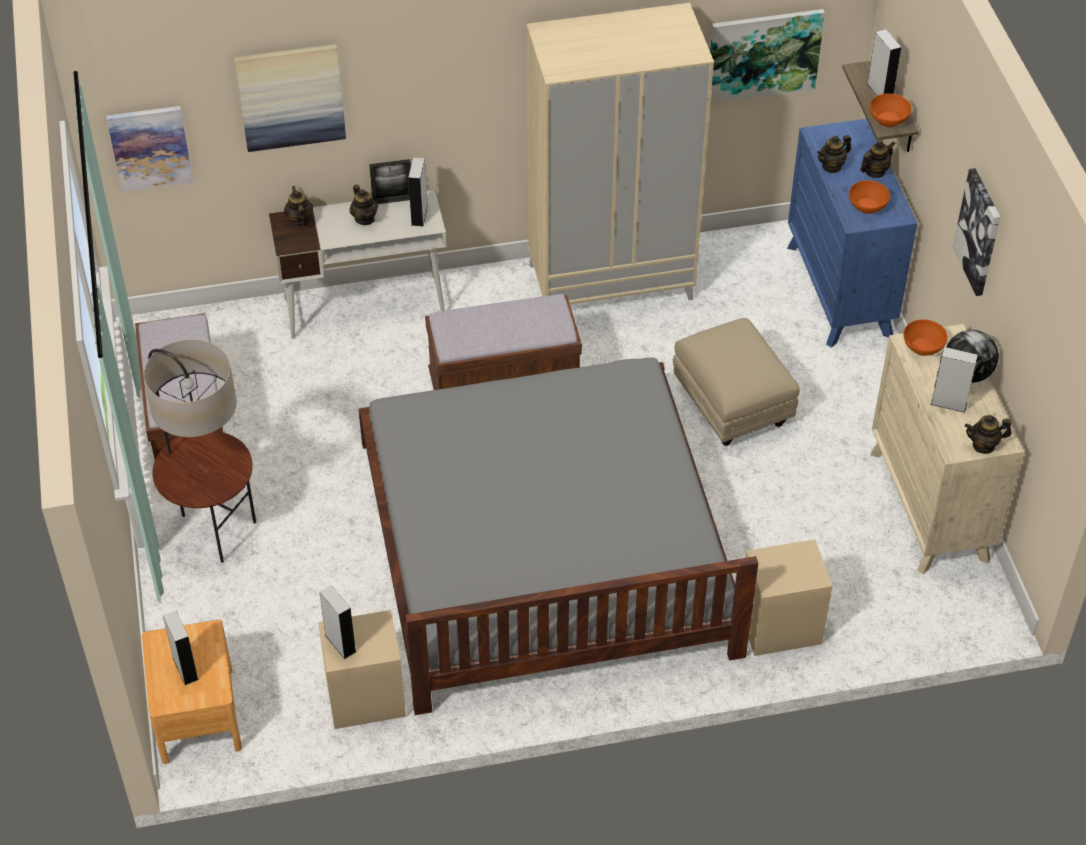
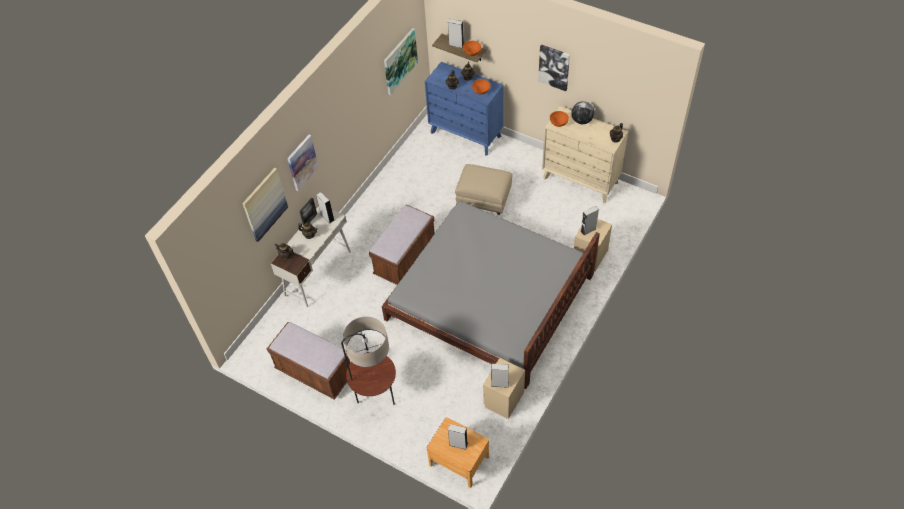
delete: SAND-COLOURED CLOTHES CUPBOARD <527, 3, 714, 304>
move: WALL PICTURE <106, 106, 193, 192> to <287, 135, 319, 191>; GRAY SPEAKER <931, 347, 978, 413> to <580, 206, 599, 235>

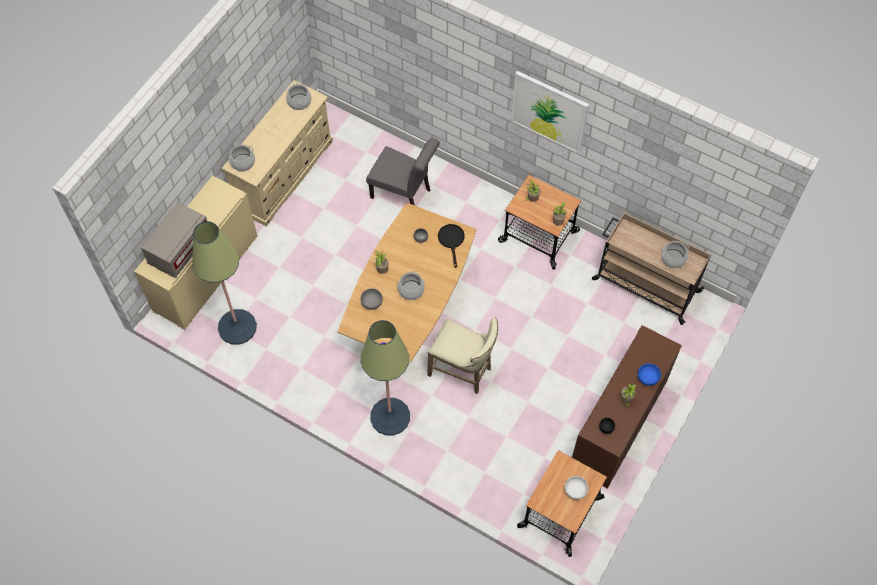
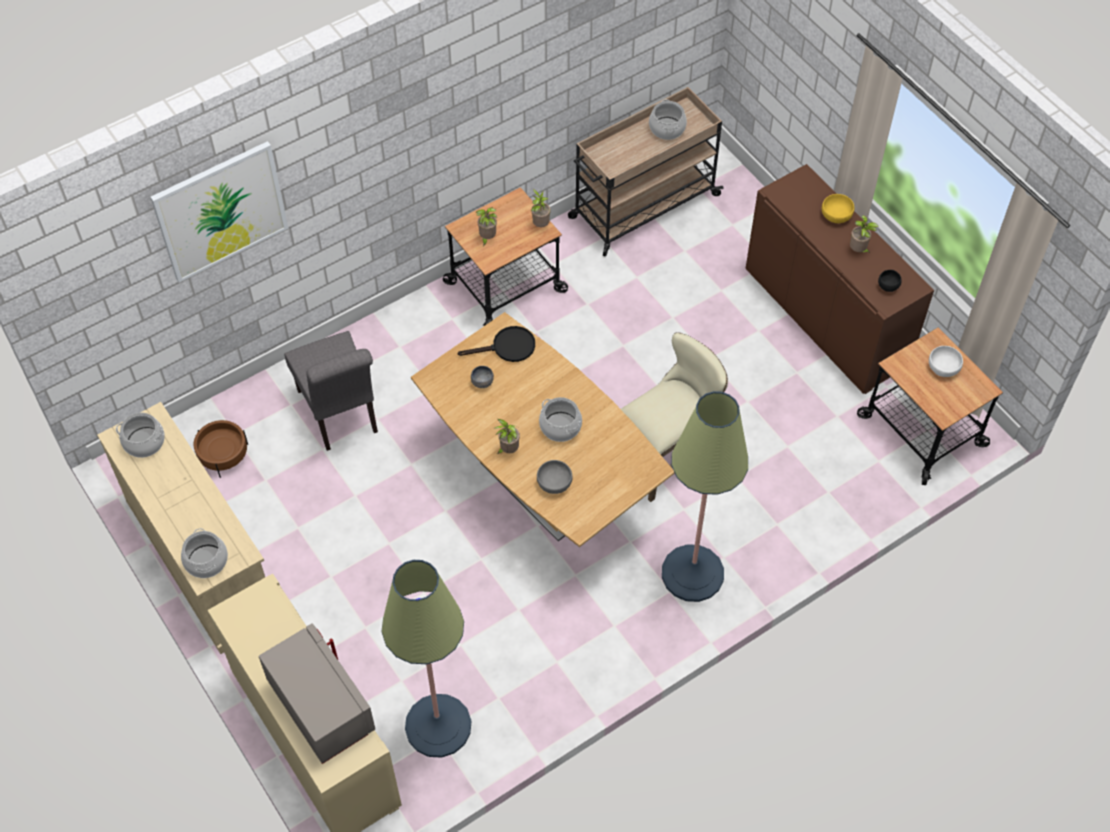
insert: BROWNISH PLANTER <194, 420, 248, 478>
move: WALL PICTURE <511, 71, 589, 154> to <150, 141, 289, 283>
recolor: BLUE DEEP DISH <638, 363, 661, 386> to YELLOW-COLOURED DEEP DISH <822, 194, 854, 223>
rotate: GRAY CHAIR <366, 138, 440, 205> = <284, 331, 378, 451> 105 degrees clockwise; BLACK SKILLET <438, 224, 464, 268> = <458, 326, 535, 362> 150 degrees clockwise

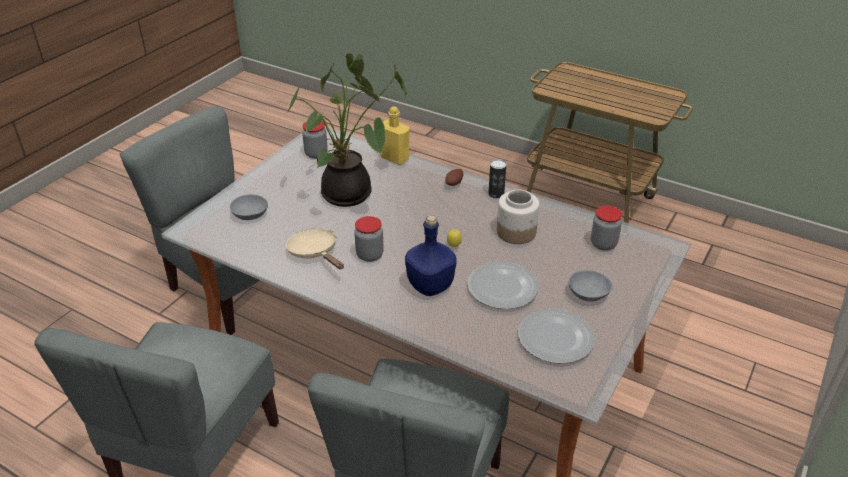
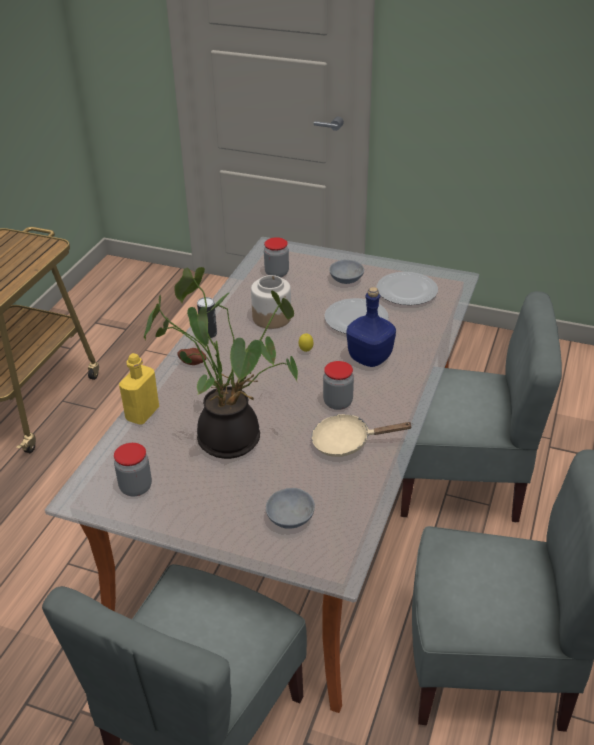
rotate: SAND-COLOURED SKILLET <286, 228, 344, 269> = <311, 414, 413, 457> 45 degrees clockwise

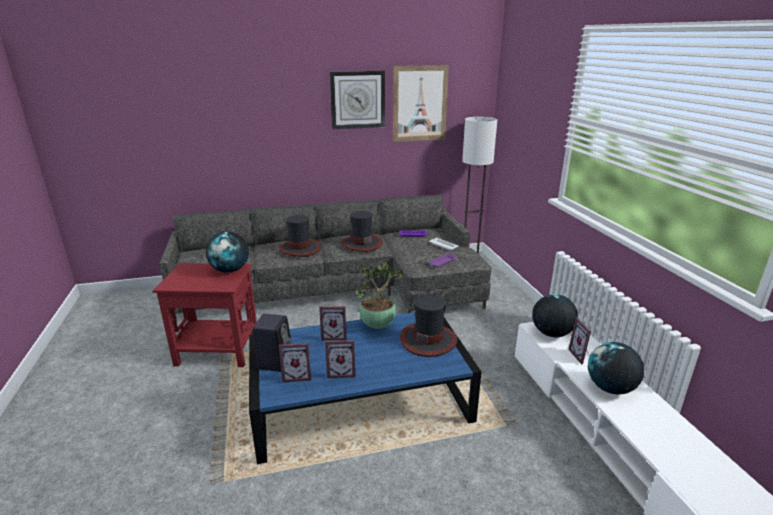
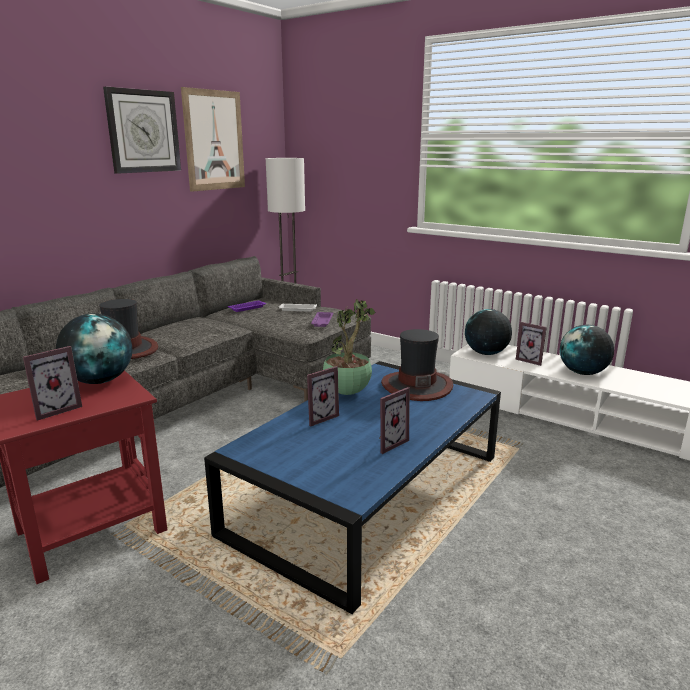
delete: WEARABLE HAT <341, 211, 382, 252>; BLACK SPEAKER <253, 314, 292, 372>
move: PHOTO FRAME <279, 343, 311, 383> to <23, 346, 82, 421>

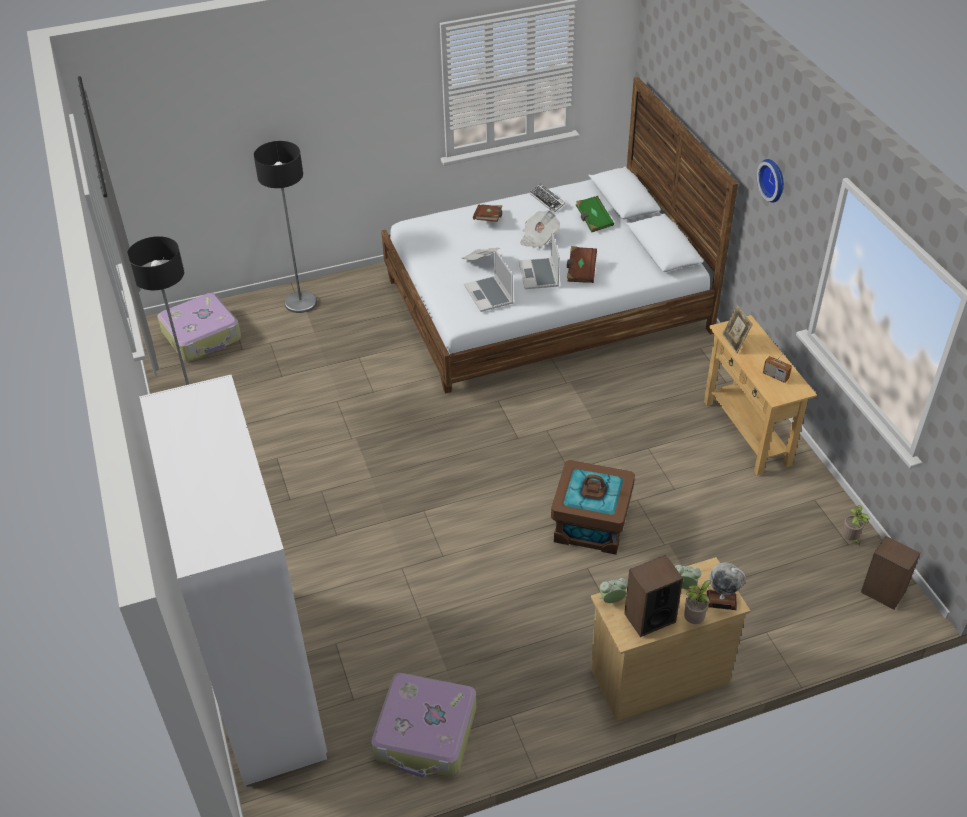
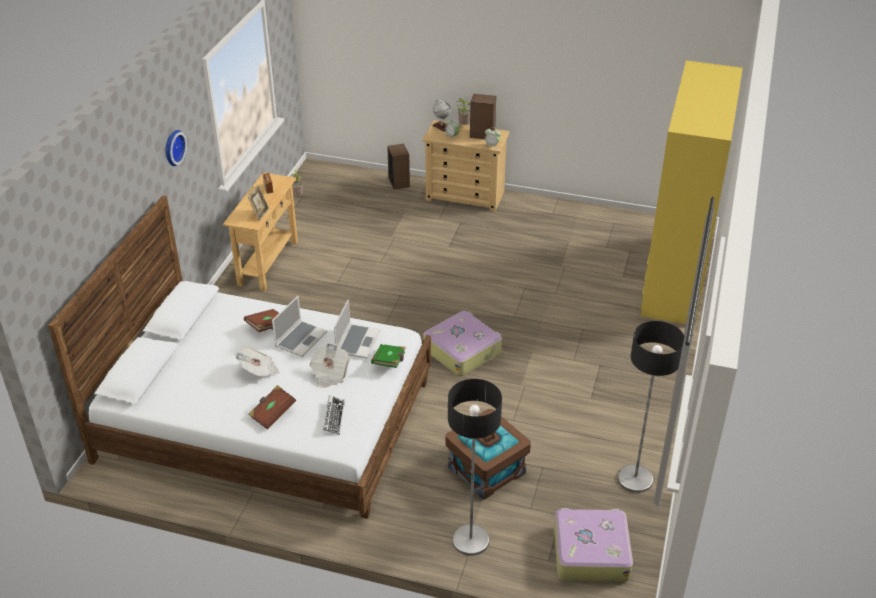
move: KEYBOARD <529, 183, 566, 212> to <323, 395, 345, 435>; GREEN BOOK <576, 196, 614, 232> to <371, 344, 406, 368>; BROWNISH STORAGE BOX <551, 460, 635, 555> to <445, 409, 531, 500>; SPEAKER <861, 536, 920, 610> to <387, 144, 410, 190>; TRAVEL CASE <371, 673, 476, 777> to <423, 311, 502, 376>
recolor: WHITE-COLOURED CLOTHES CUPBOARD <139, 375, 327, 786> to YELLOW-COLOURED CLOTHES CUPBOARD <641, 61, 743, 324>

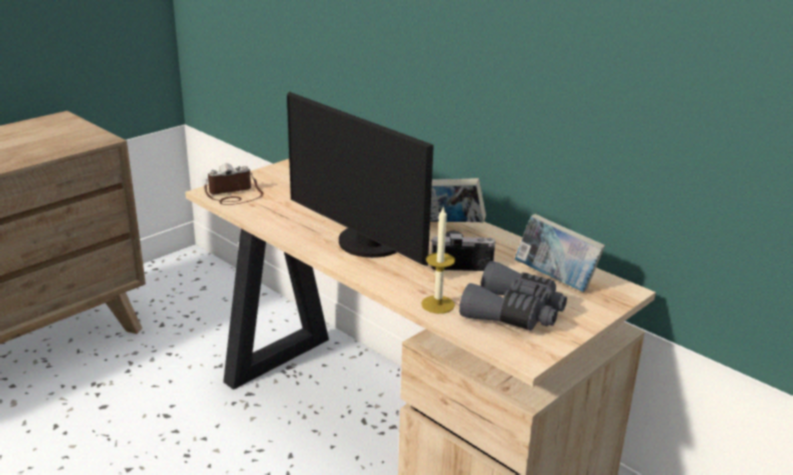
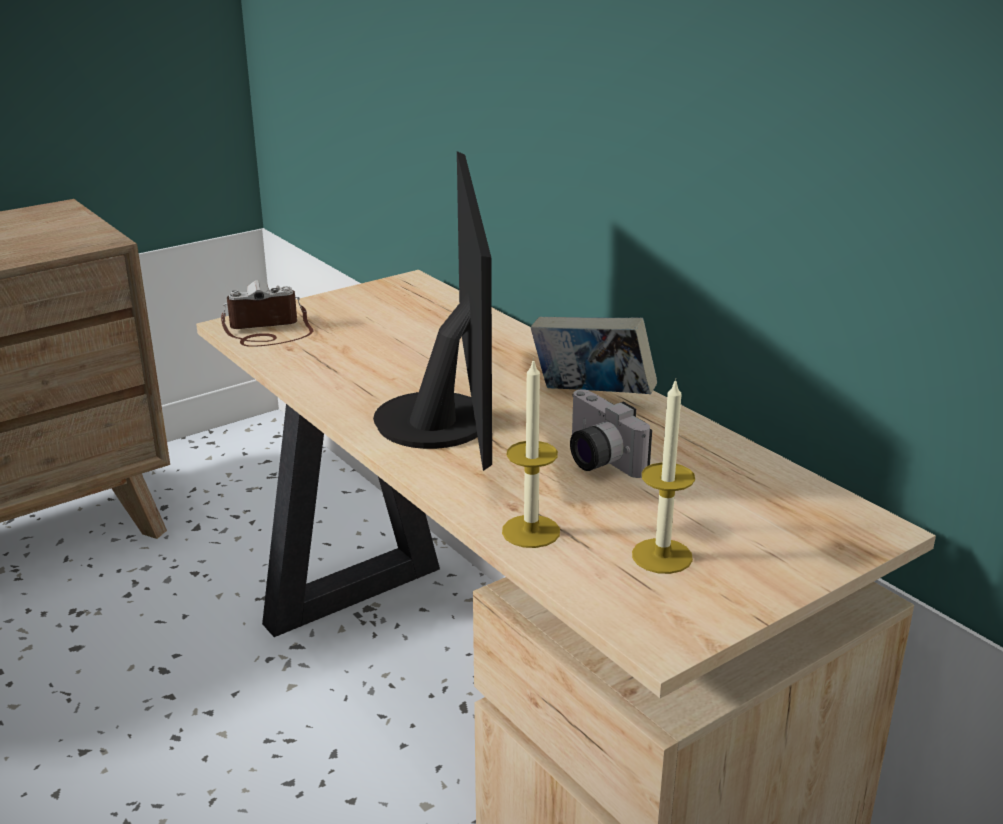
delete: BOOK <515, 214, 605, 292>
replace: GRAY FIELD GLASSES <459, 261, 567, 330> to WAX CANDLE <632, 378, 695, 574>
rotate: COMPUTER DISPLAY <287, 92, 434, 266> = <373, 151, 492, 471> 150 degrees counterclockwise; PHOTO CAMERA <431, 231, 496, 271> = <570, 389, 652, 478> 135 degrees counterclockwise

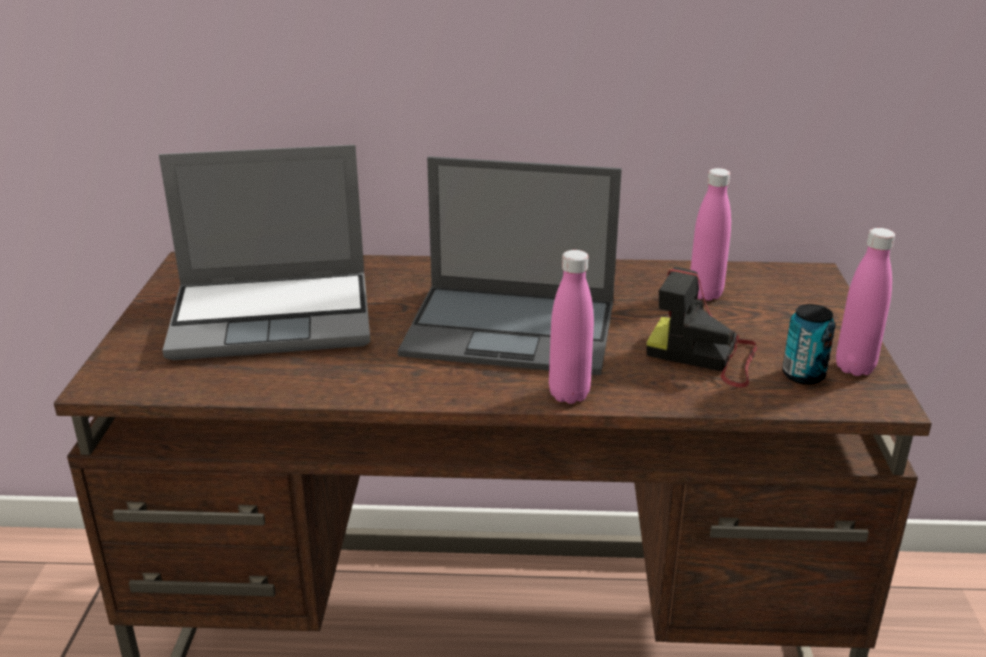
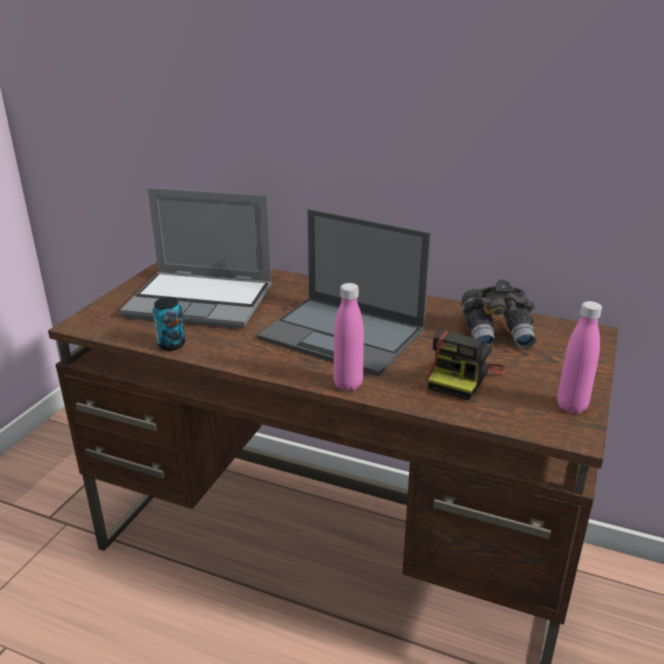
move: METAL CAN <782, 304, 835, 385> to <152, 297, 185, 351>
replace: PINK DRINK BOTTLE <690, 168, 731, 301> to GRAY FIELD GLASSES <461, 280, 536, 348>
rotate: PHOTO CAMERA <646, 266, 757, 388> = <427, 330, 506, 400> 105 degrees counterclockwise

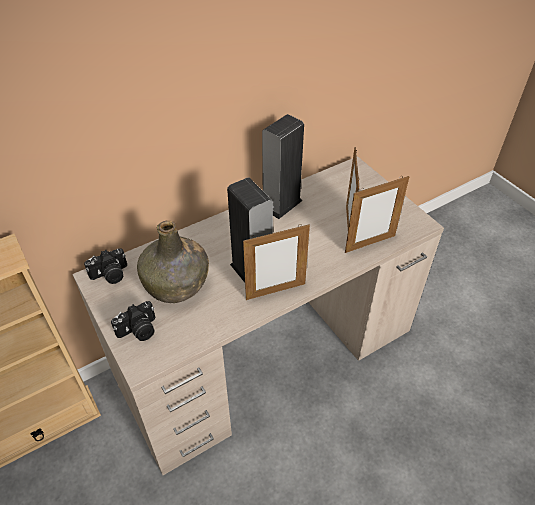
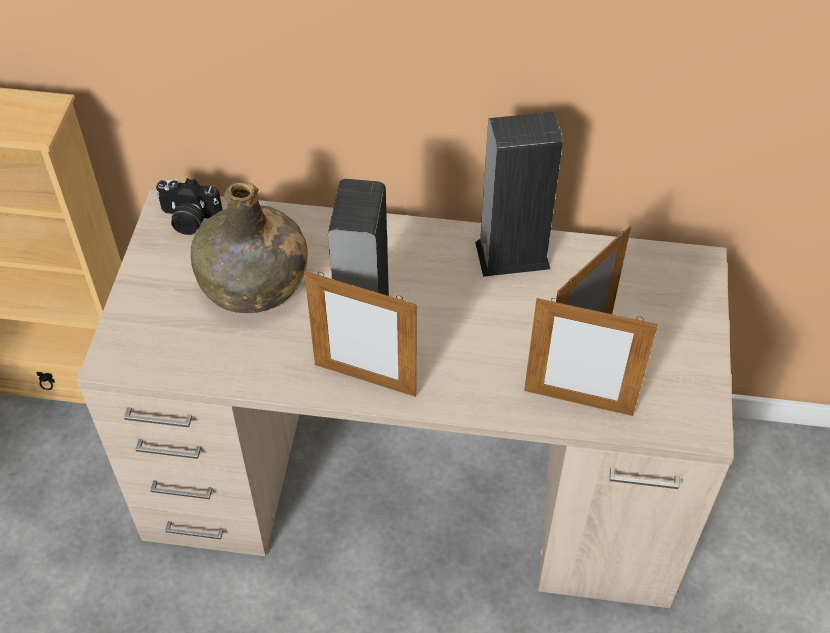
delete: PHOTO CAMERA <111, 301, 155, 341>

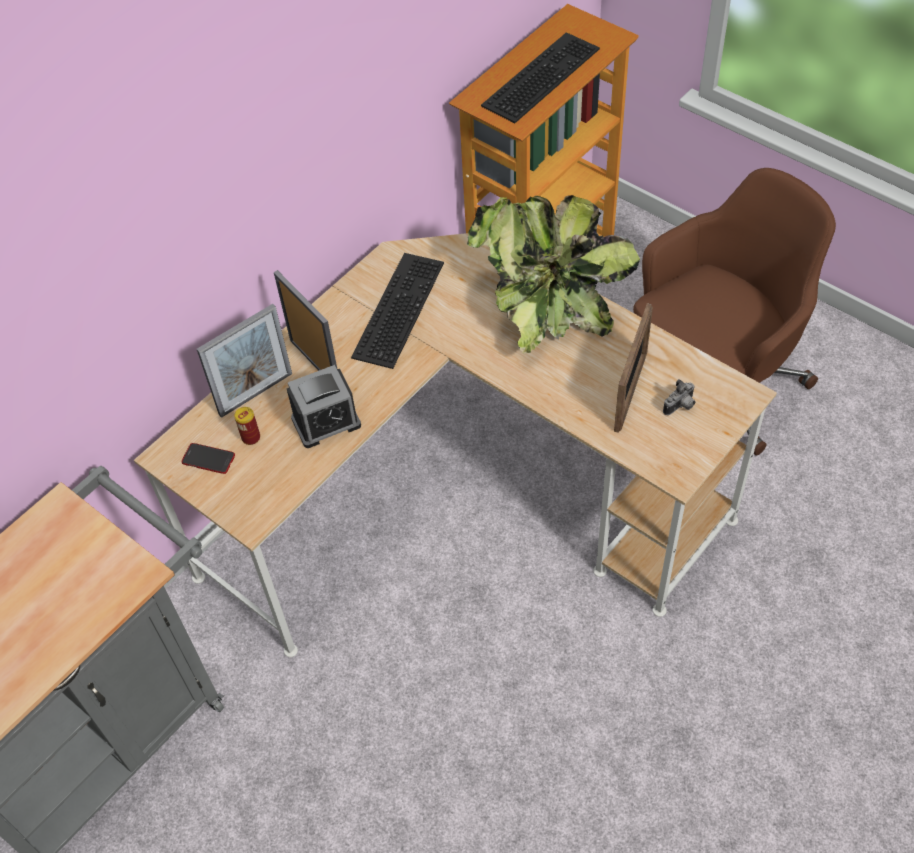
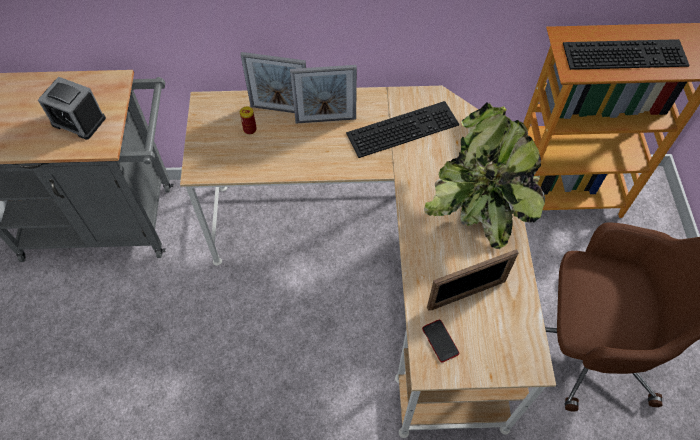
delete: PHOTO CAMERA <663, 379, 695, 415>
move: ALARM CLOCK <287, 365, 361, 448> to <38, 77, 106, 140>; PHONE <182, 443, 235, 474> to <422, 320, 459, 363>
rotate: PHOTO FRAME <274, 270, 337, 371> = <290, 65, 357, 123> 75 degrees clockwise

